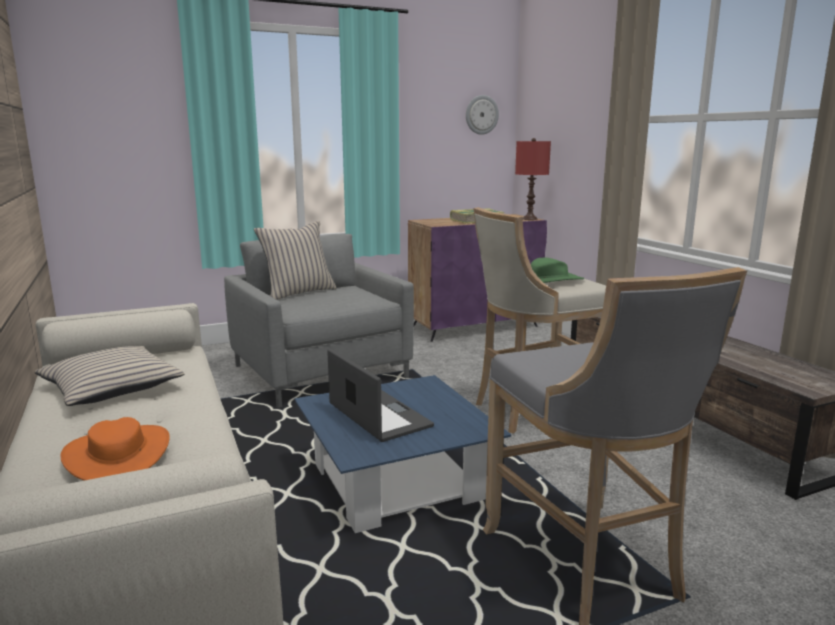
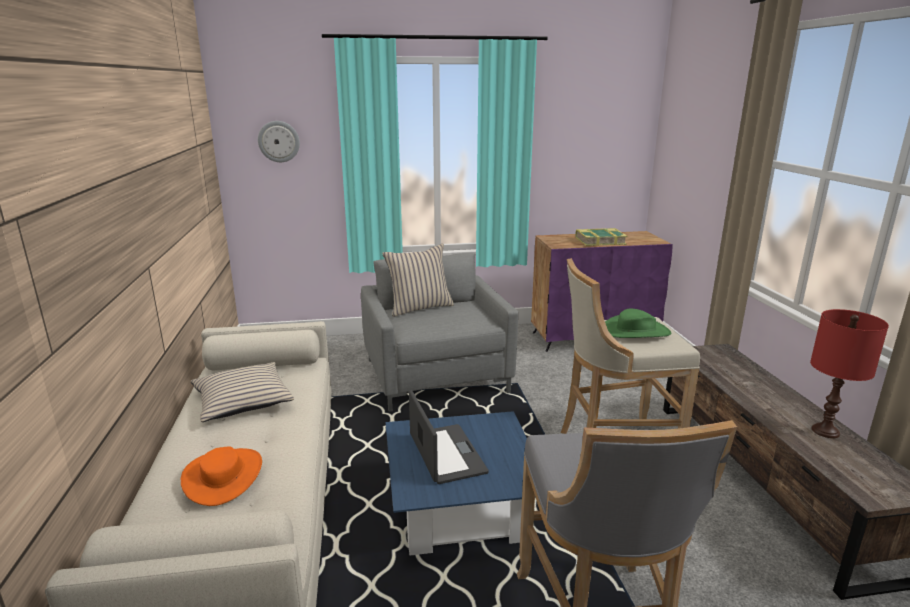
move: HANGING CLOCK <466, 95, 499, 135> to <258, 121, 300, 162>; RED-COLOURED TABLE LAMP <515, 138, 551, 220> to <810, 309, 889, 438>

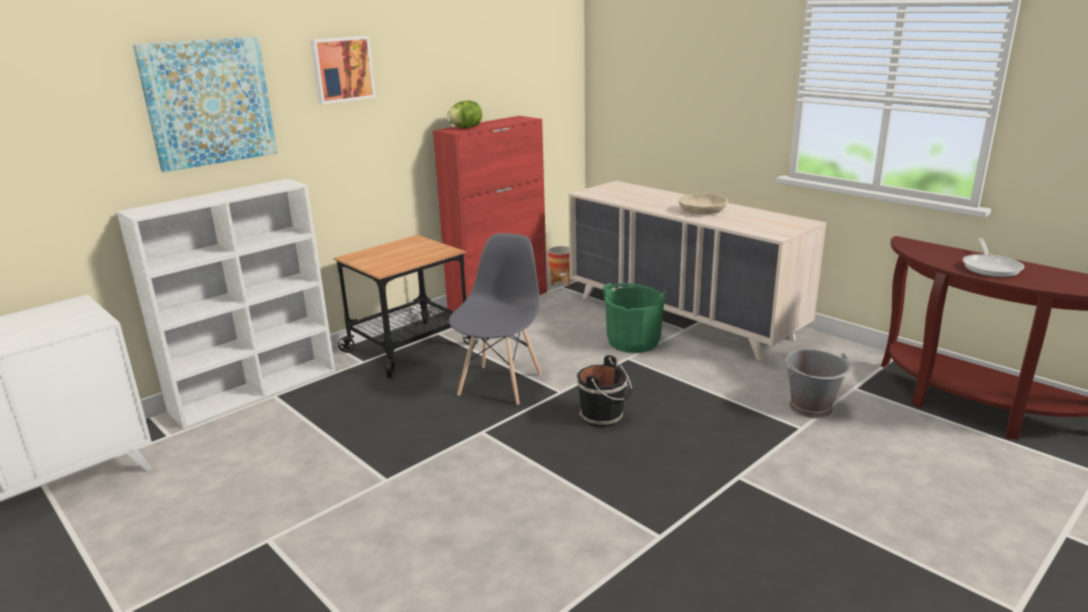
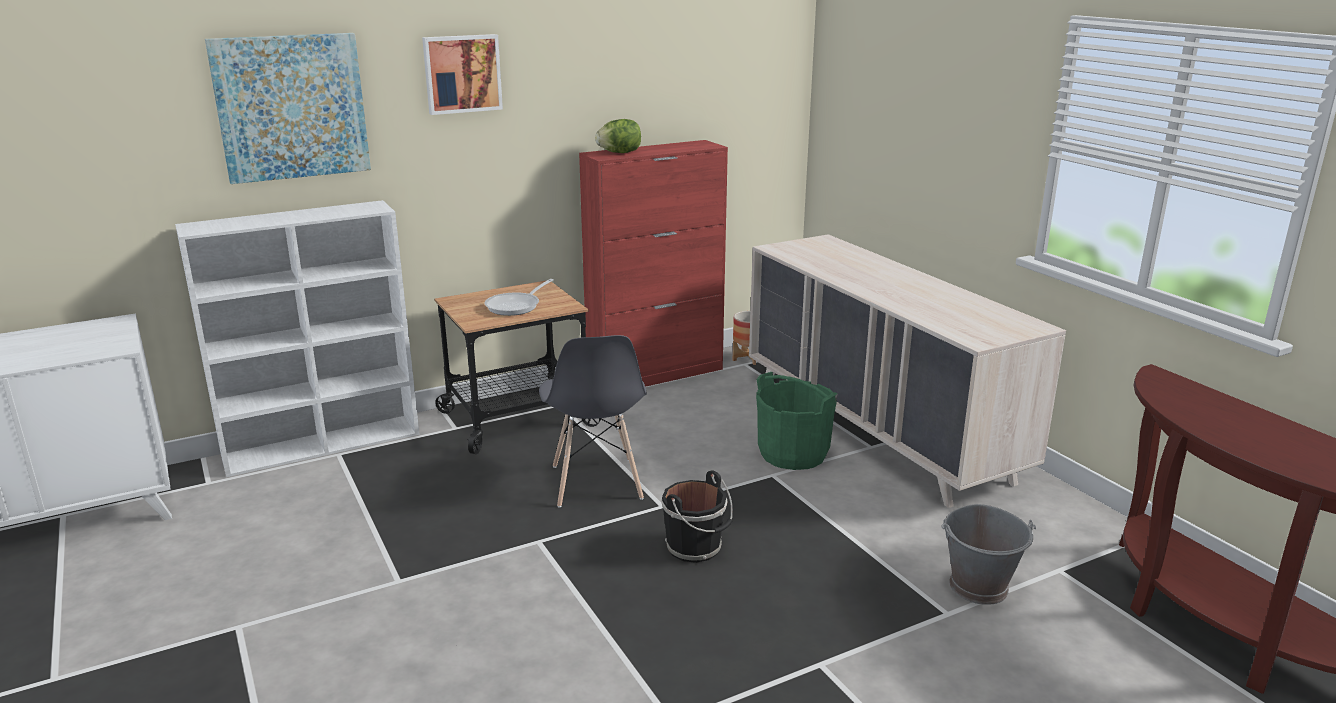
delete: SAND-COLOURED DEEP DISH <679, 194, 728, 215>
move: SKILLET <962, 238, 1024, 277> to <484, 279, 554, 316>
rotate: GRAY CHAIR <449, 233, 542, 405> = <539, 335, 647, 508> 135 degrees clockwise

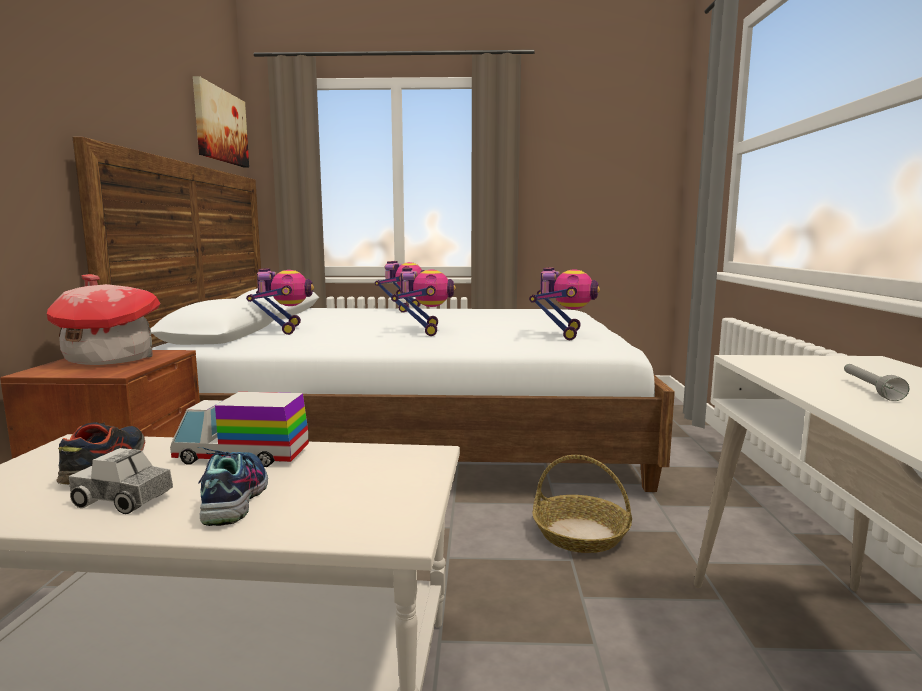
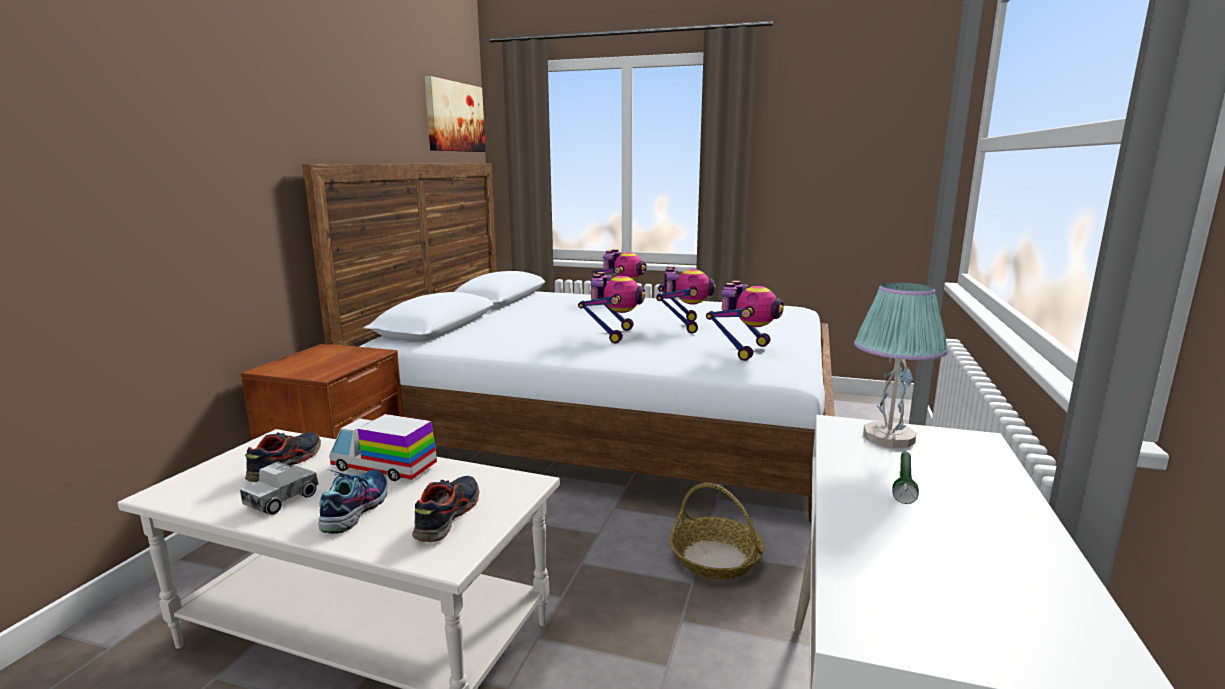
delete: MODEL HOUSE <47, 274, 161, 365>
insert: TABLE LAMP <854, 282, 948, 448>; LOW SHOE <412, 476, 479, 542>
move: MODEL ROBOT <246, 268, 314, 335> to <656, 266, 716, 334>
recolor: GRAY TORCH <844, 364, 909, 401> to GREEN TORCH <892, 452, 919, 504>
rotate: TOY TRUCK <69, 448, 173, 514> = <240, 462, 319, 515> 90 degrees counterclockwise

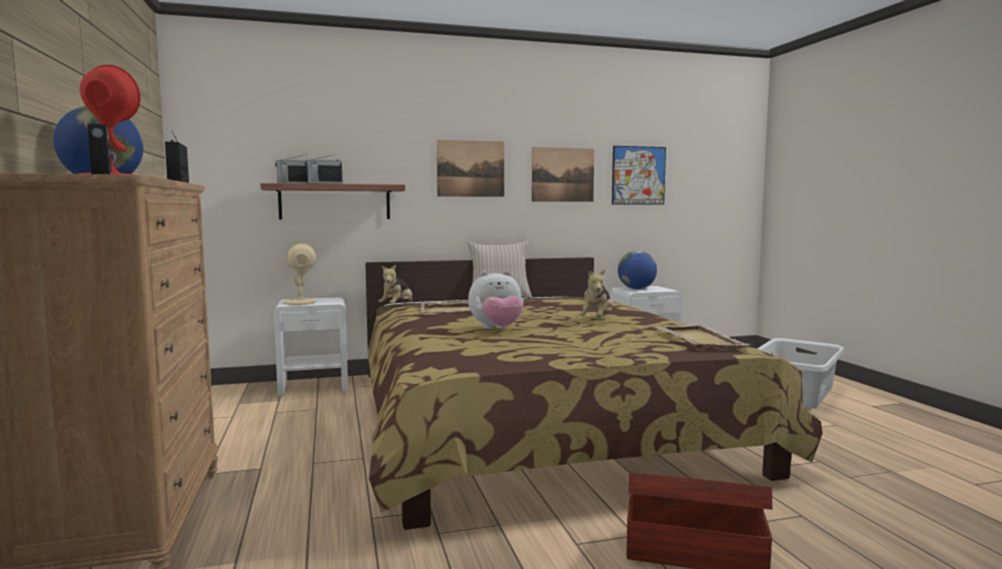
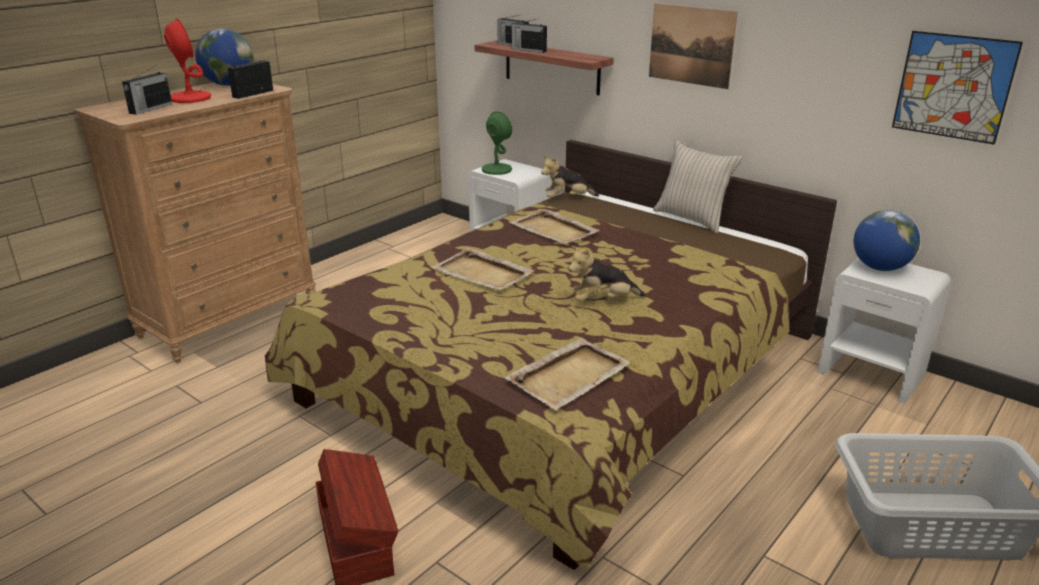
delete: WALL PICTURE <532, 147, 594, 202>
replace: PLUSH TOY <468, 271, 523, 329> to SAND-COLOURED TRAY <431, 248, 535, 290>
recolor: SAND-COLOURED TABLE LAMP <284, 243, 317, 305> to GREEN TABLE LAMP <482, 111, 512, 175>

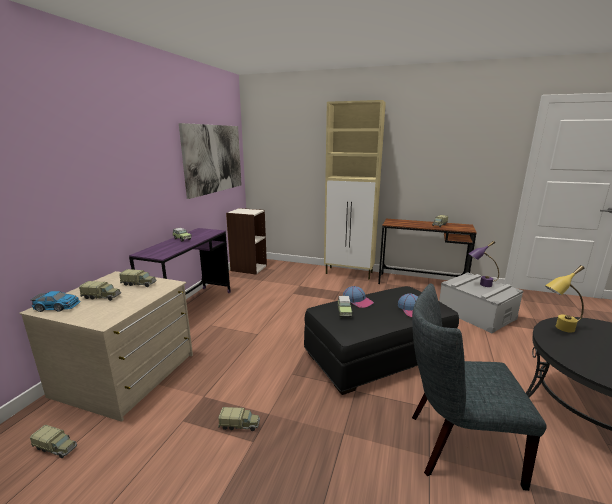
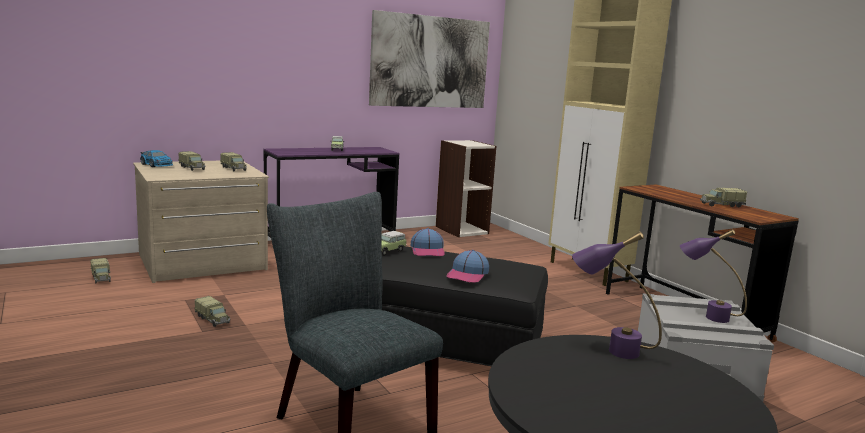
recolor: YELLOW-COLOURED TABLE LAMP <545, 265, 584, 333> to PURPLISH TABLE LAMP <572, 231, 662, 359>

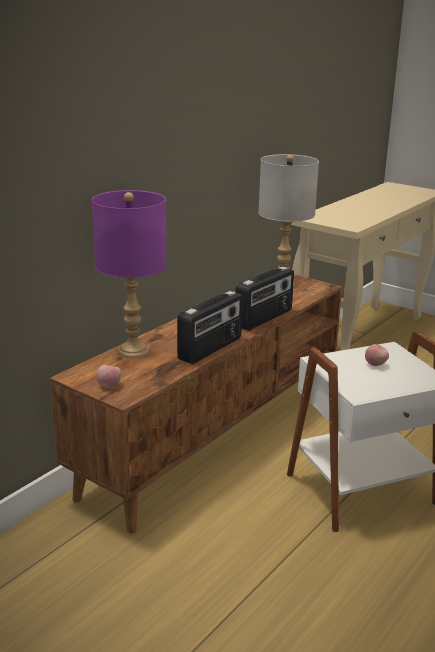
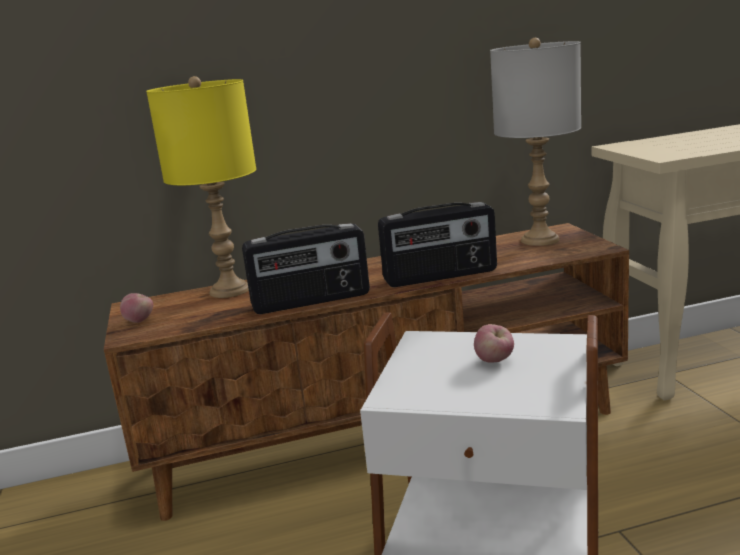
recolor: PURPLISH TABLE LAMP <92, 190, 167, 358> to YELLOW-COLOURED TABLE LAMP <146, 76, 256, 298>

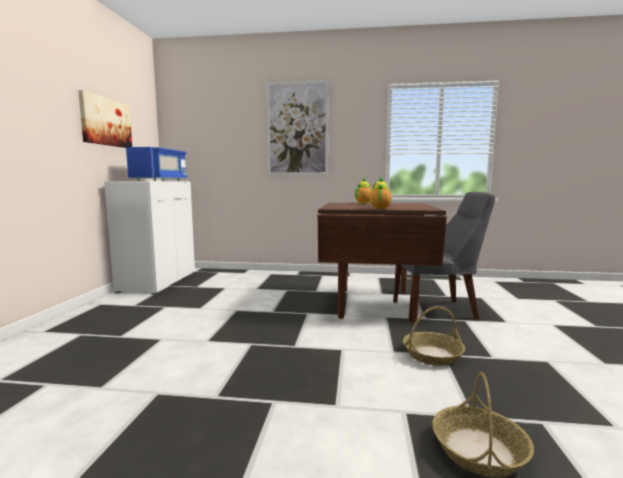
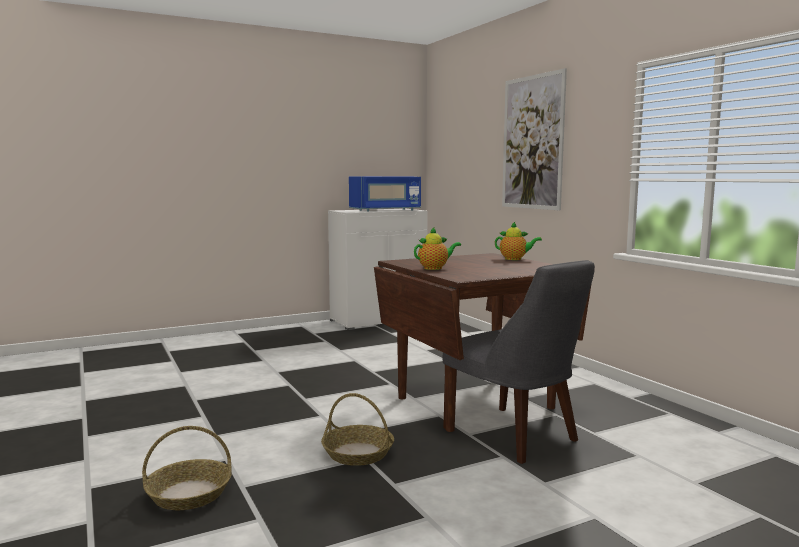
delete: WALL PICTURE <78, 90, 132, 148>

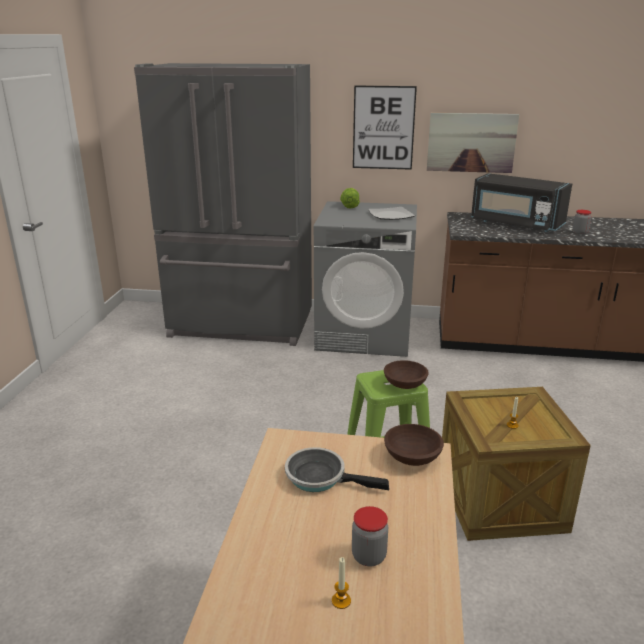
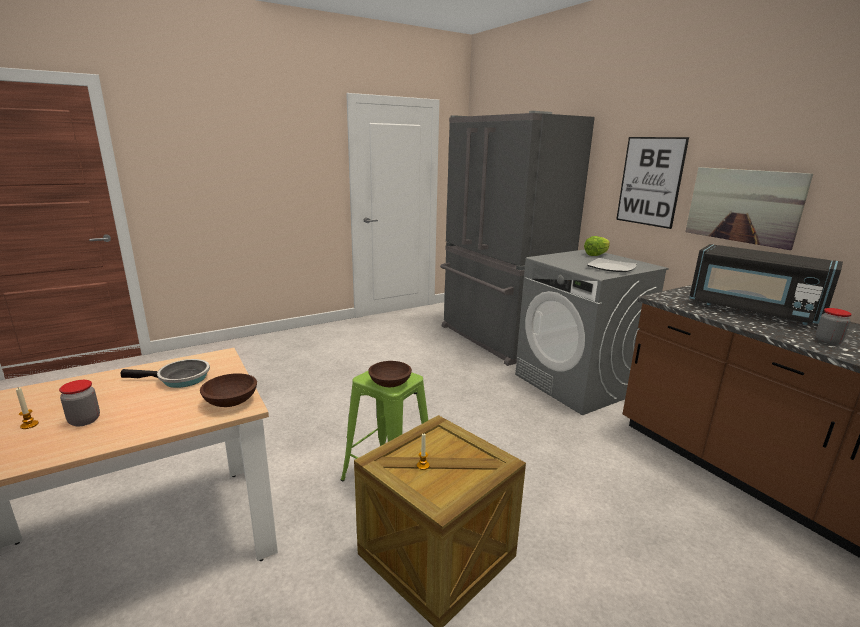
rotate: BLACK KITCHEN MICROWAVE <471, 173, 572, 232> = <689, 244, 843, 325> 45 degrees counterclockwise; SKILLET <285, 447, 389, 492> = <120, 359, 210, 388> 105 degrees clockwise

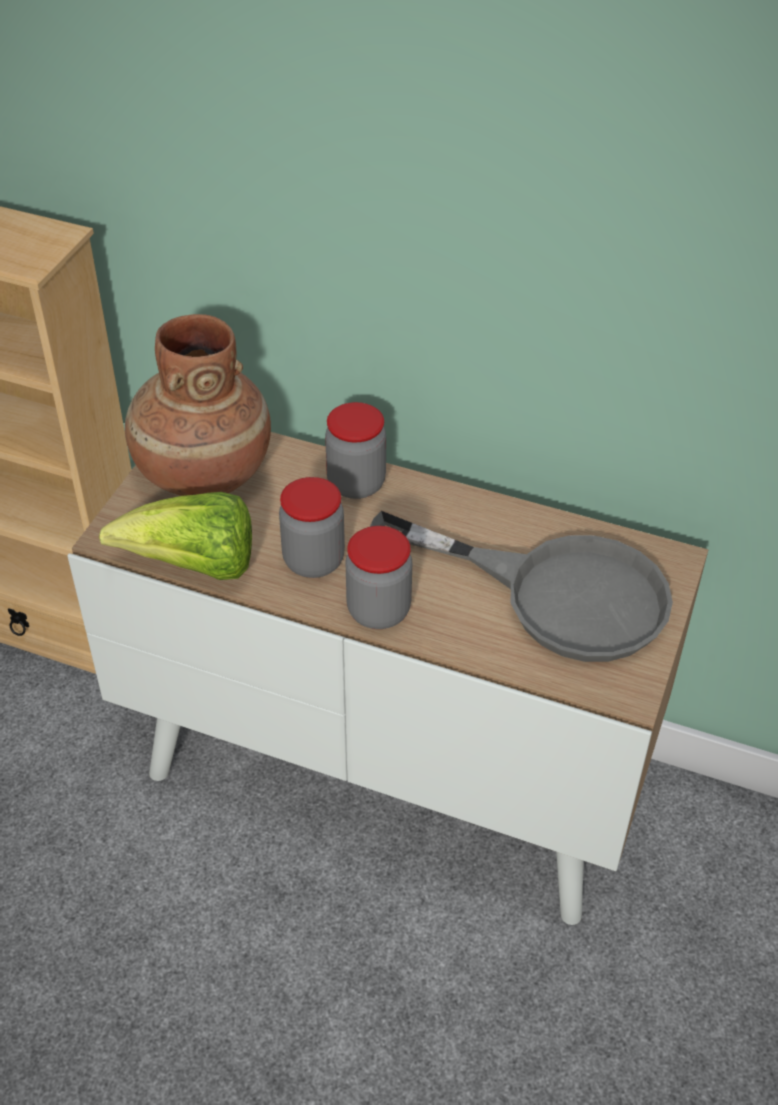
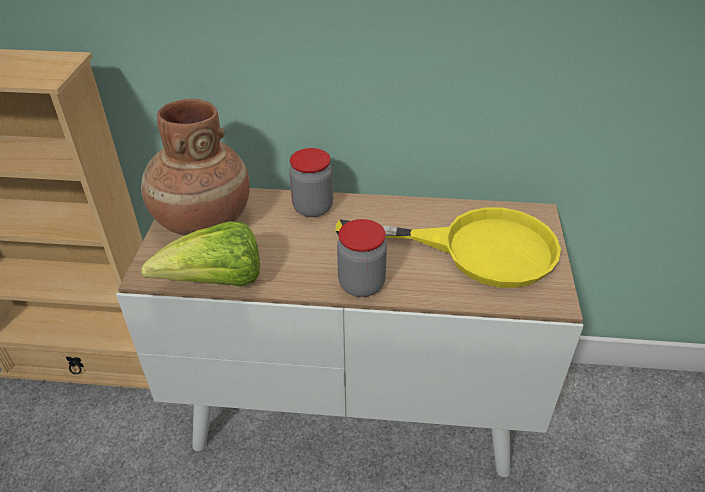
delete: JAR <279, 477, 345, 578>
recolor: GRAY SKILLET <370, 511, 673, 662> to YELLOW-COLOURED SKILLET <336, 207, 561, 288>

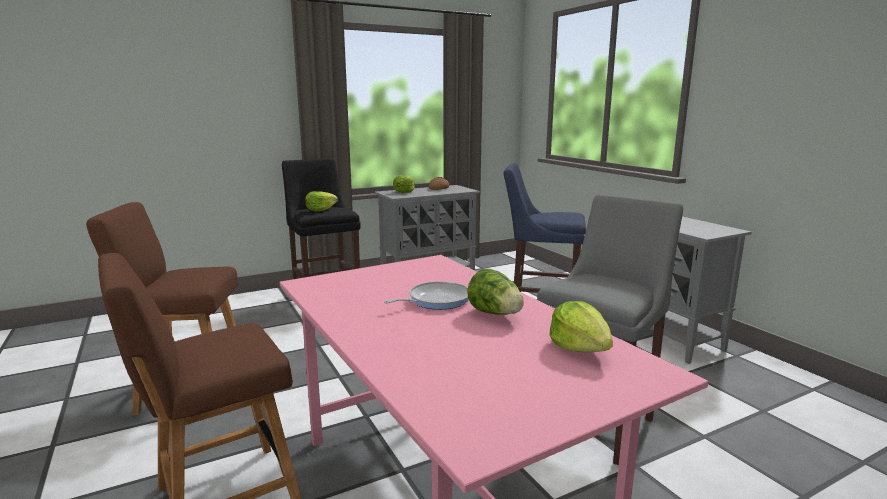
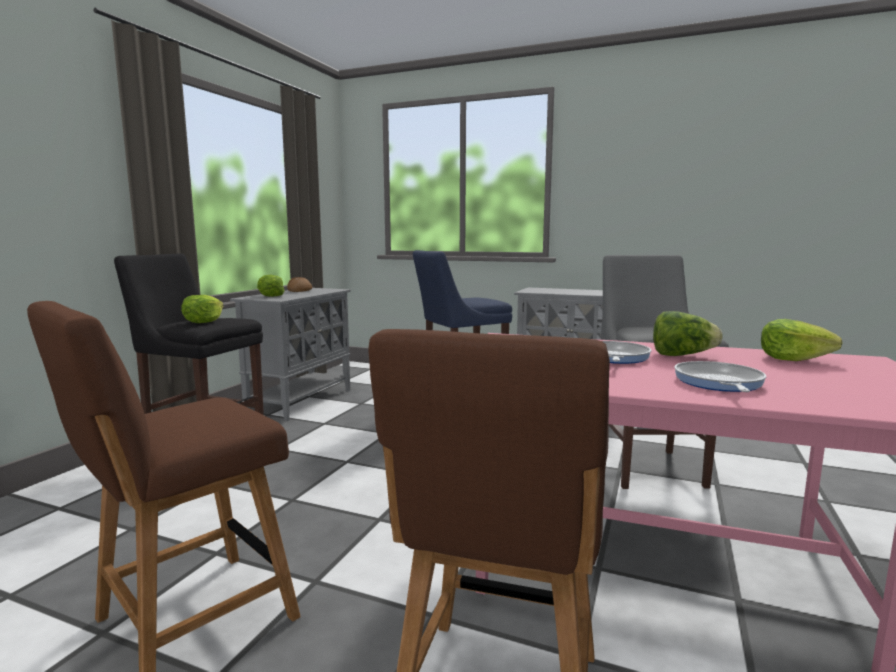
insert: SKILLET <674, 361, 766, 392>

